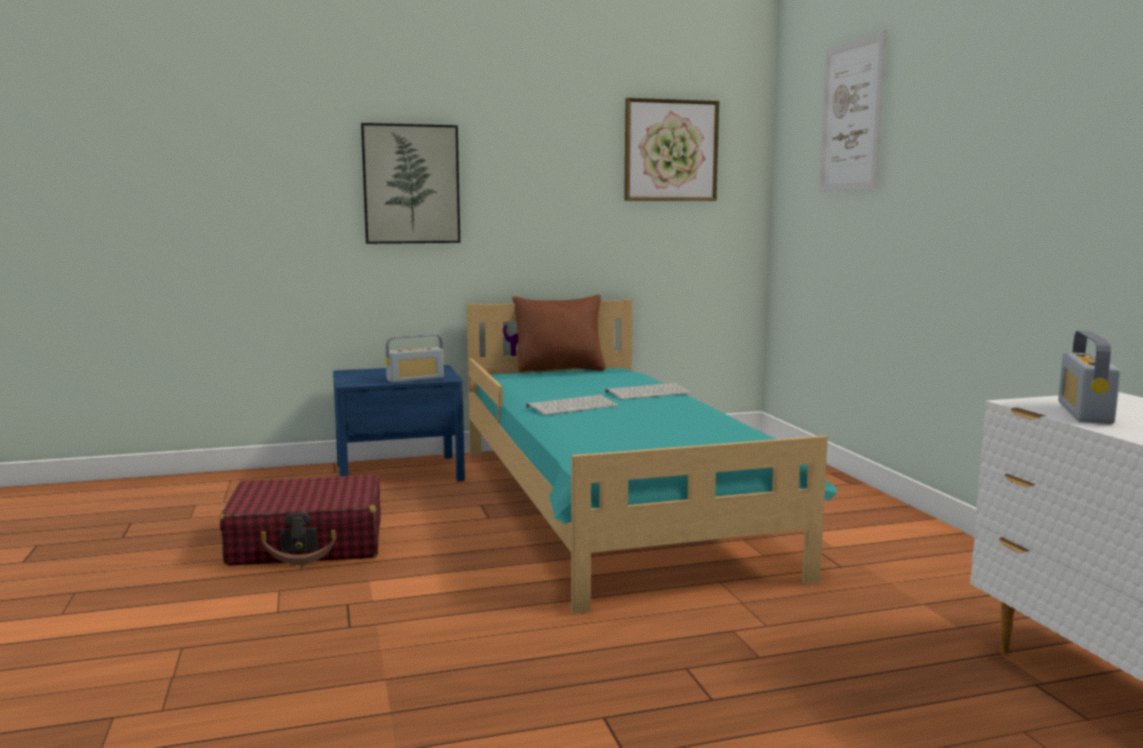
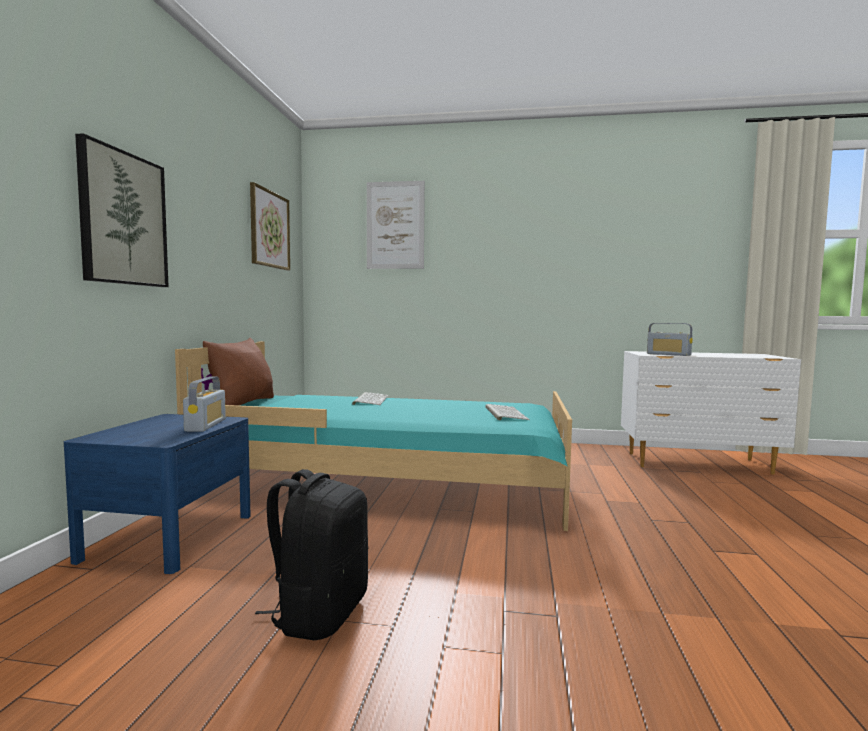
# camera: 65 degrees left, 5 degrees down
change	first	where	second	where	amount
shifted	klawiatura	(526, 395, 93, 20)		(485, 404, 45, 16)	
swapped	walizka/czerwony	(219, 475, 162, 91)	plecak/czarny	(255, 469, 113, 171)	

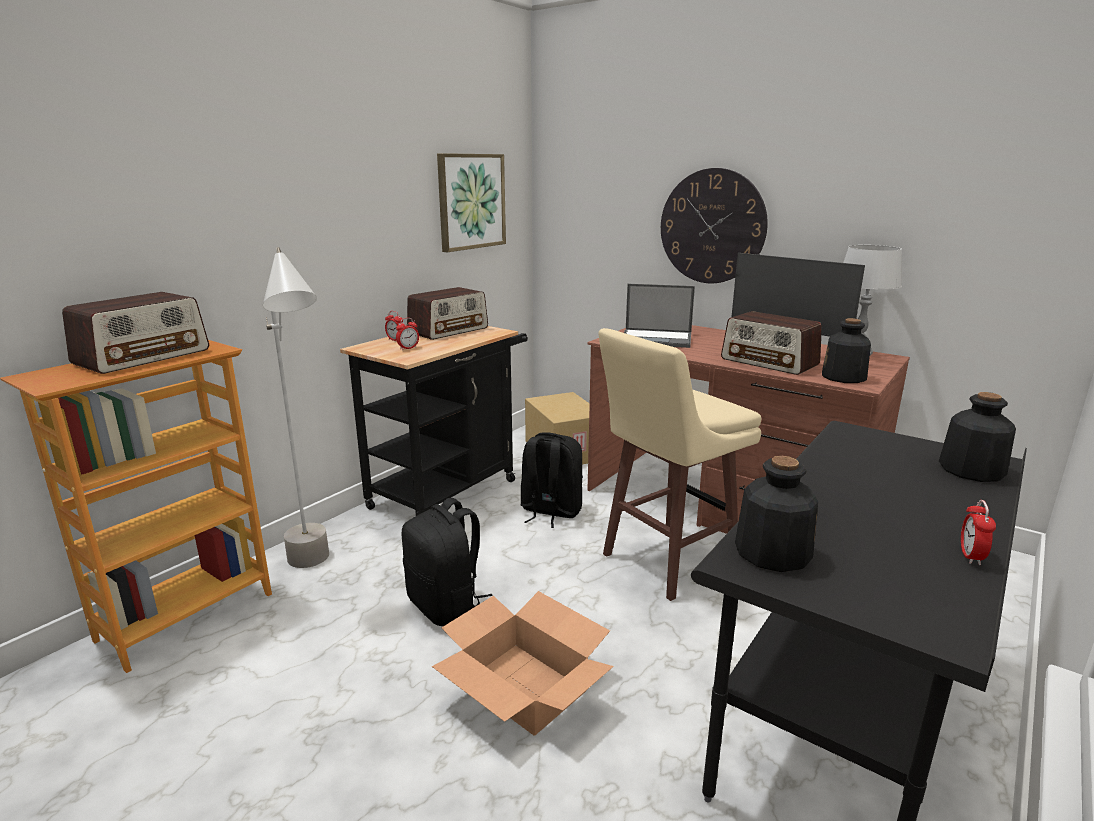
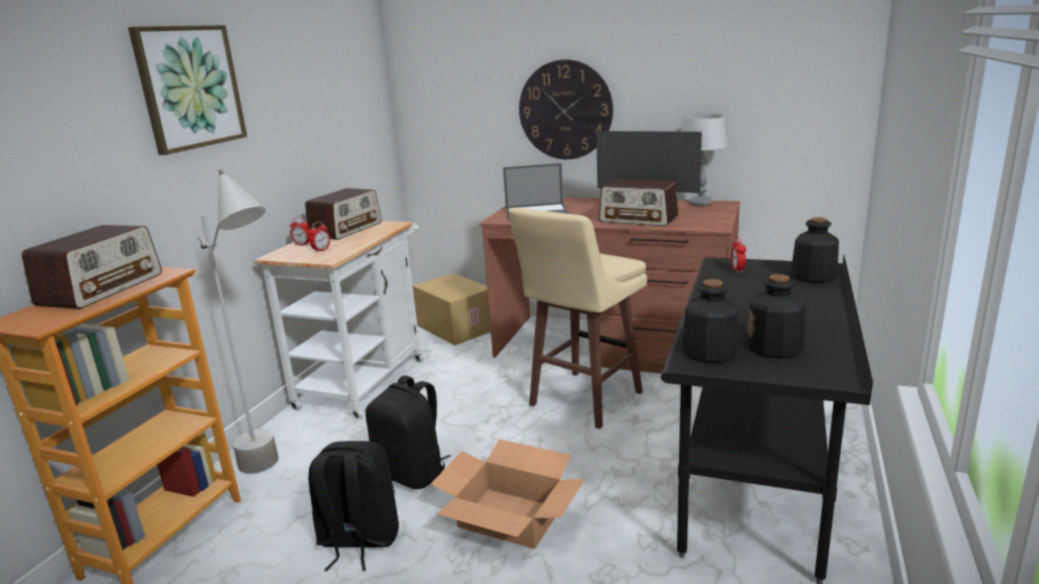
# camera: 15 degrees left, 0 degrees up
change	first	where	second	where	amount
shifted	obraz	(437, 153, 69, 99)		(128, 25, 119, 130)	
shifted	plecak/czarny	(520, 432, 63, 96)		(308, 441, 91, 130)	
shifted	butelka	(822, 318, 49, 65)		(746, 274, 59, 84)	
shifted	budzik	(961, 500, 35, 65)		(731, 237, 15, 36)	
repainted	wózek/czarny	(340, 326, 188, 190)	wózek/biały	(254, 221, 170, 199)	

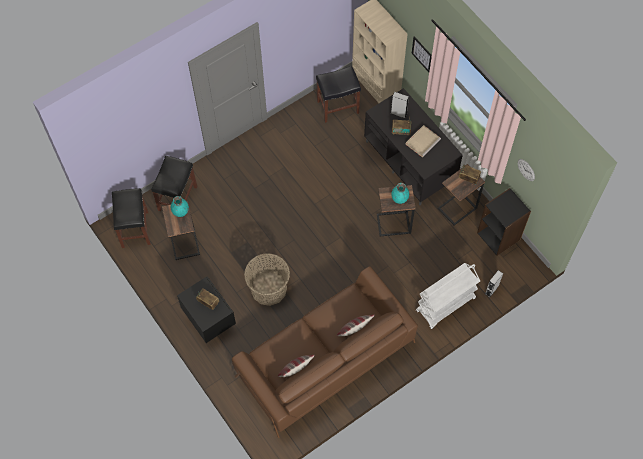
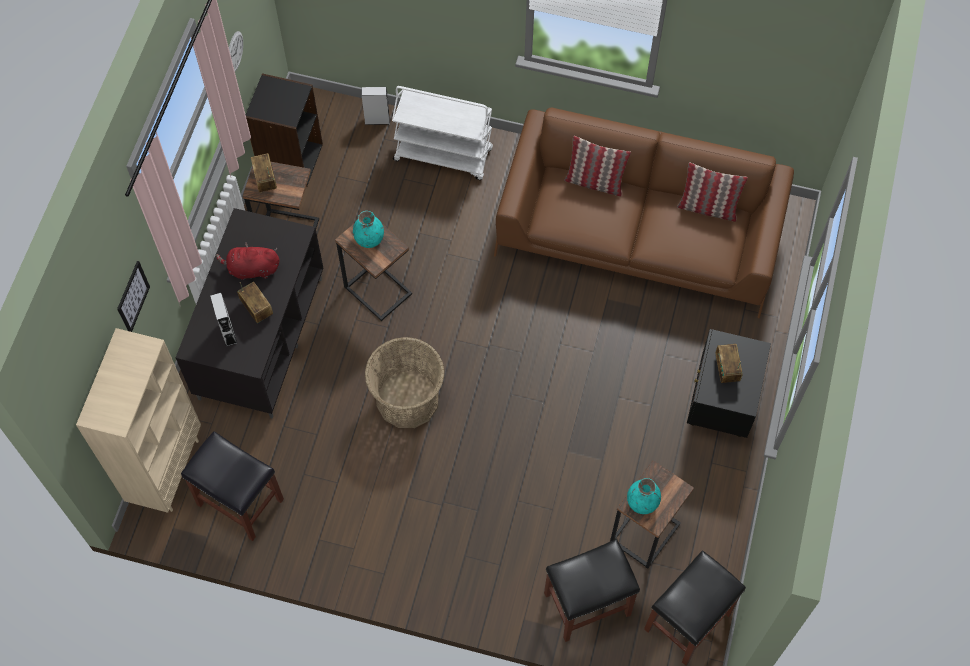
# camera: 130 degrees left, 0 degrees up
change	first	where	second	where	amount
shifted	koszyk	(244, 253, 46, 53)		(365, 337, 80, 91)	
swapped	taca/beżowy	(406, 125, 35, 33)	pluszak/czerwony	(216, 243, 64, 37)	

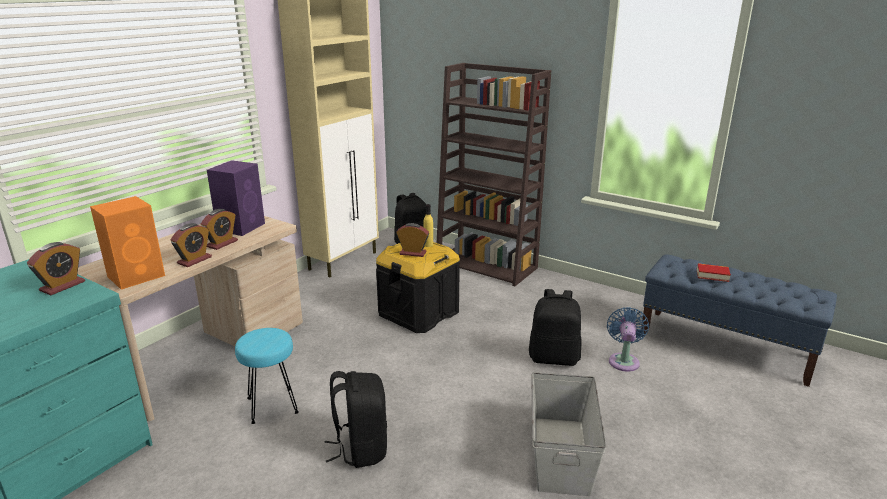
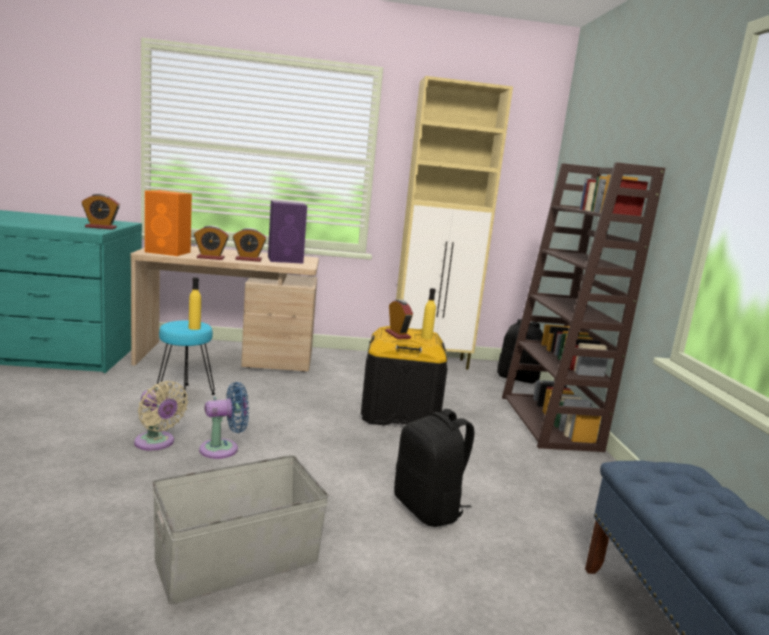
# camera: 50 degrees right, 10 degrees down
change	first	where	second	where	amount
gone	książka	(697, 263, 34, 19)			
new			butelka/żółty	(189, 277, 12, 53)	
shifted	wentylator/niebieski	(607, 307, 42, 65)		(199, 382, 50, 77)	
swapped	plecak/czarny	(325, 371, 62, 97)	wentylator/beżowy	(134, 381, 54, 70)	

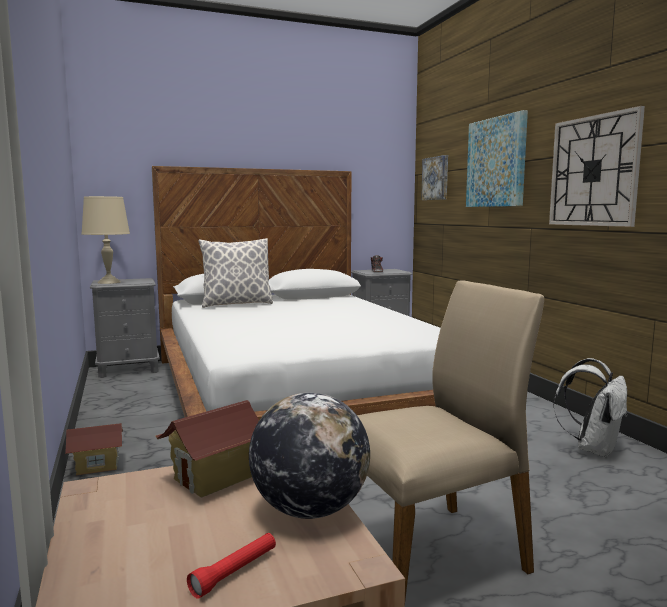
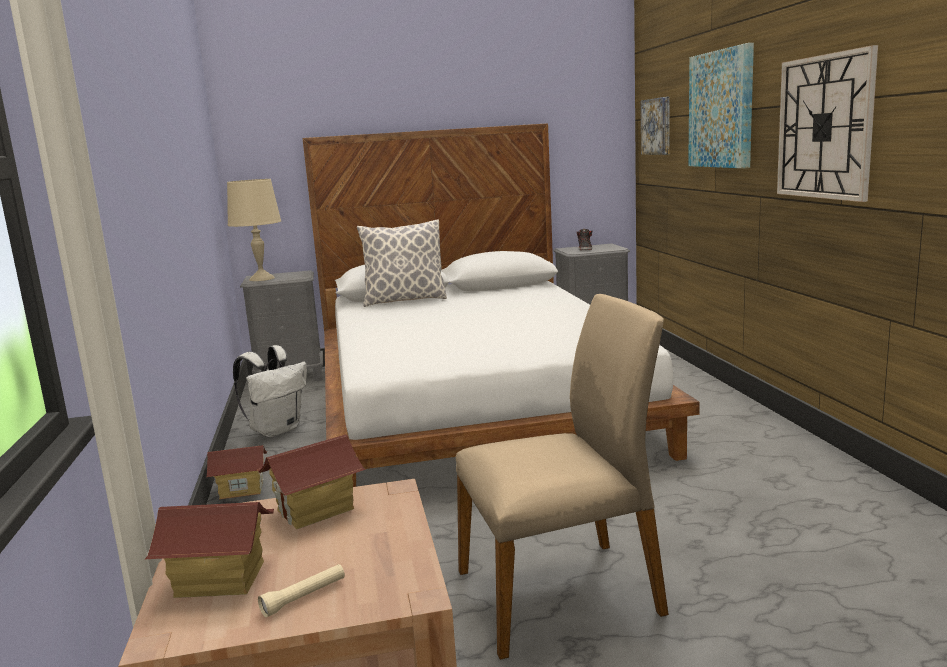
# camera: 10 degrees right, 5 degrees up
change	first	where	second	where	amount
gone	globus	(249, 392, 121, 127)			
new			domek	(145, 502, 129, 96)	
shifted	plecak/biały	(553, 358, 74, 99)		(233, 345, 74, 92)	
repainted	latarka/czerwony	(187, 533, 89, 65)	latarka/beżowy	(258, 564, 87, 53)	

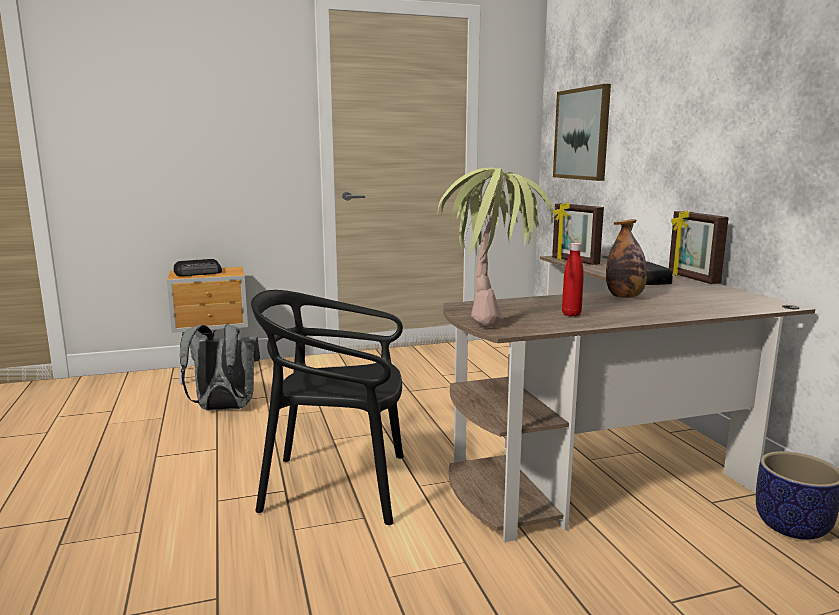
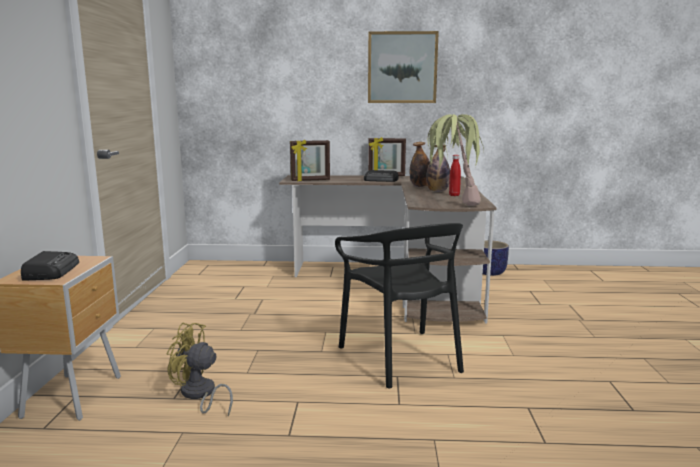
# camera: 70 degrees left, 0 degrees up
change	first	where	second	where	amount
new			butelka	(426, 145, 24, 47)	
shifted	obraz	(553, 84, 58, 97)		(368, 31, 71, 72)	
swapped	plecak/szary	(180, 325, 80, 85)	wentylator/żółty	(167, 323, 66, 93)	
rotated	krzesło/czarny	(251, 290, 153, 235)		(335, 223, 129, 166)	45 degrees counterclockwise

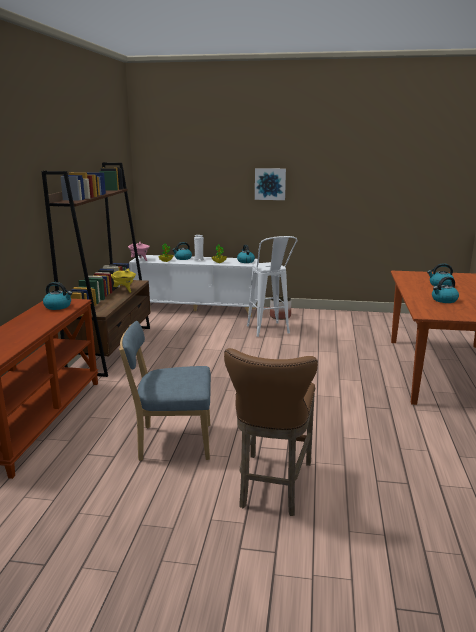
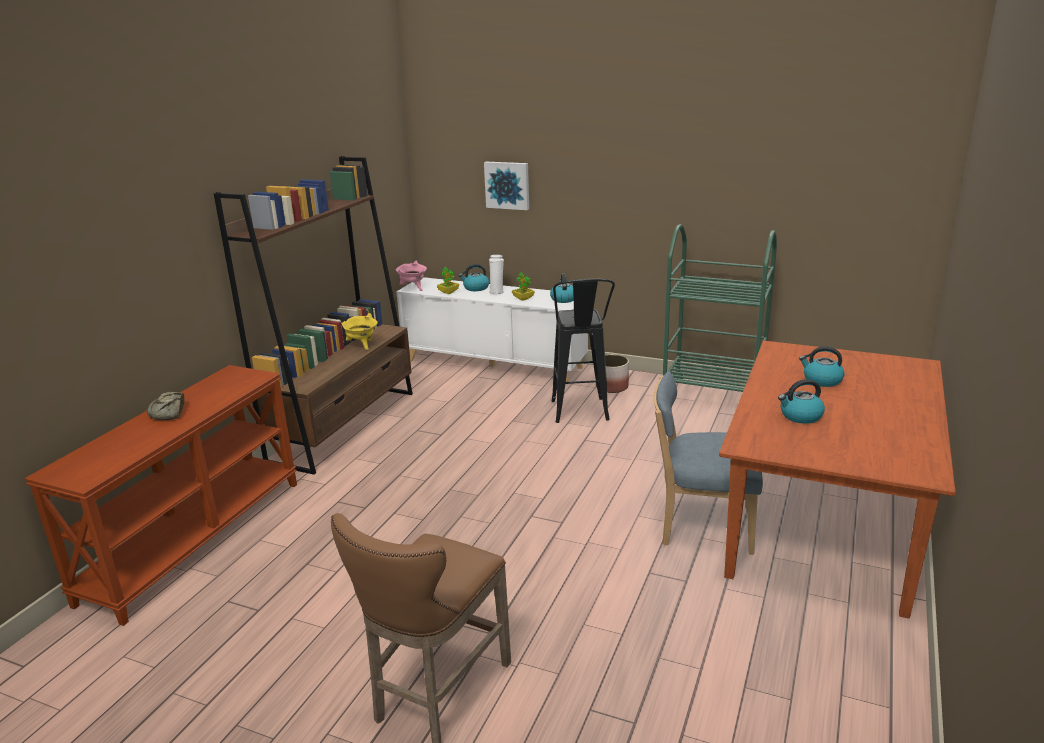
# camera: 15 degrees right, 5 degrees up
change	first	where	second	where	amount
gone	czajnik	(43, 282, 29, 28)			
new			chleb	(147, 392, 38, 28)	
new			wózek/zielony	(663, 224, 114, 168)	
shifted	krzesło/niebieski	(119, 321, 92, 140)		(654, 371, 109, 184)	
shifted	obraz	(255, 168, 31, 32)		(484, 162, 45, 48)	
repainted	stołek/biały	(247, 236, 50, 101)	stołek/czarny	(552, 279, 63, 144)	

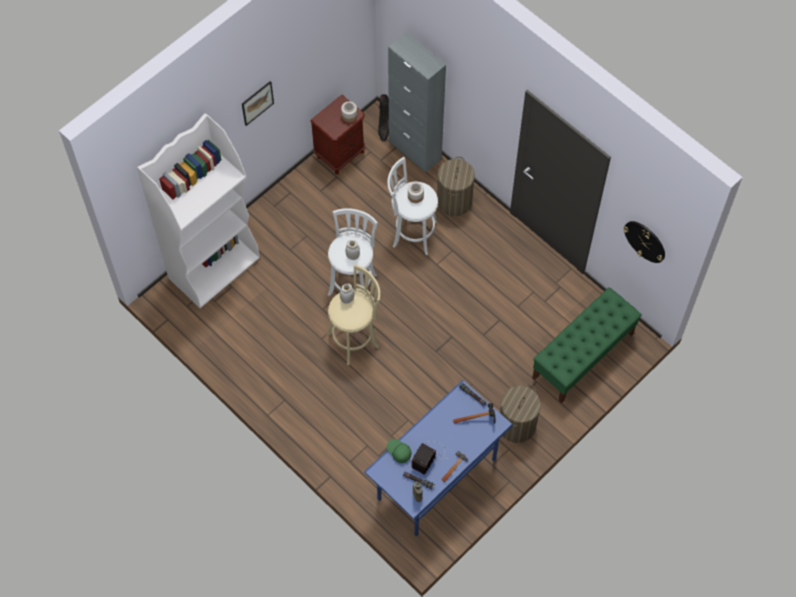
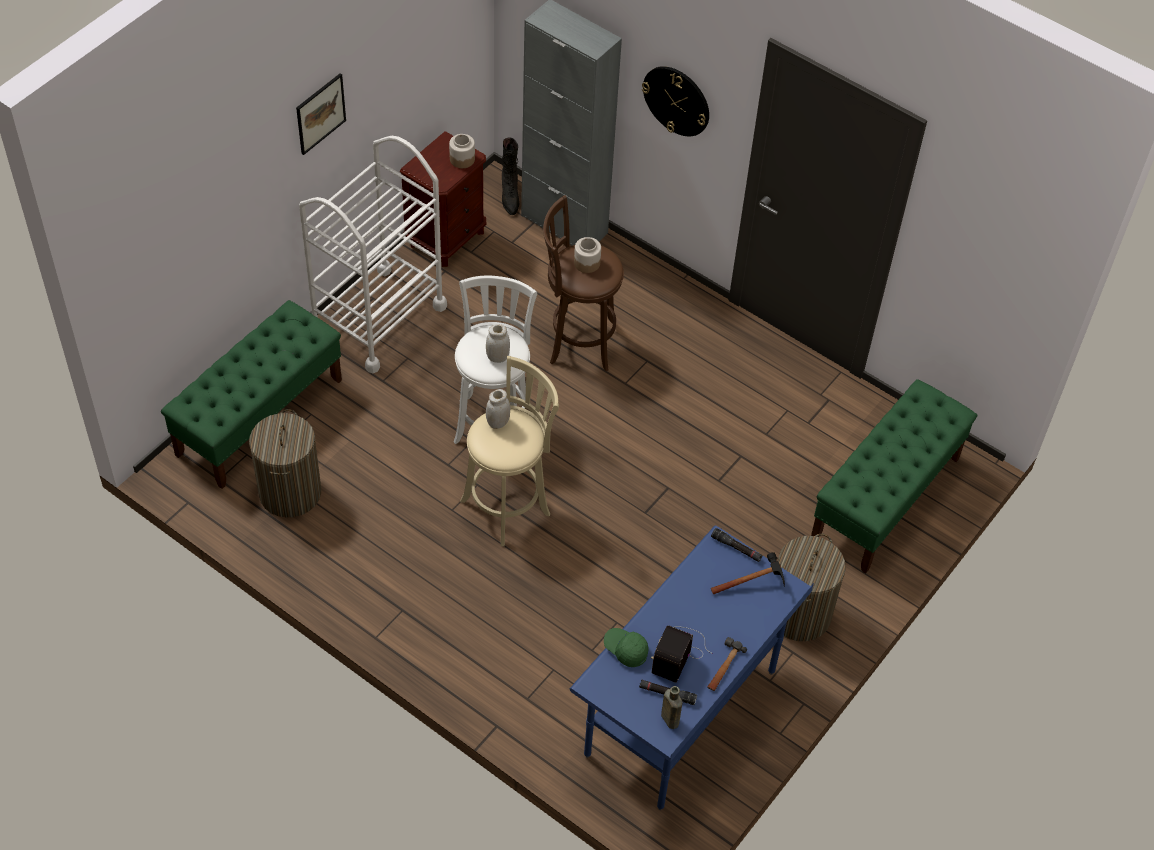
# camera: 10 degrees left, 10 degrees down
change	first	where	second	where	amount
new			wózek/biały	(299, 136, 148, 238)	
shifted	kosz na pranie	(437, 157, 38, 59)		(249, 409, 72, 109)	
shifted	zegar ścienny	(623, 221, 42, 42)		(642, 66, 67, 70)	
swapped	regał/biały	(137, 113, 123, 195)	ławka/zielony	(161, 300, 181, 189)	
repainted	stołek/biały	(387, 157, 51, 98)	stołek/brązowy	(543, 195, 81, 176)	

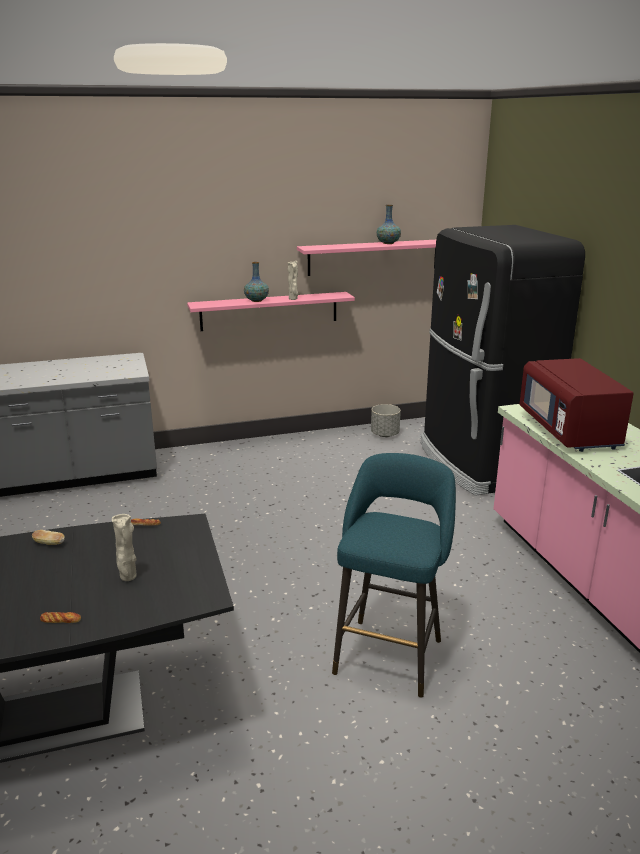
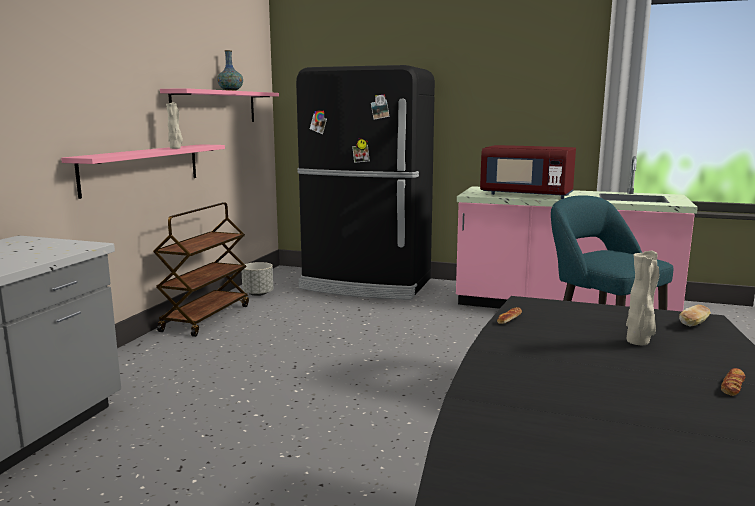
# camera: 55 degrees left, 10 degrees down
change	first	where	second	where	amount
gone	wazon	(244, 262, 25, 40)			
new			wózek/brązowy	(153, 202, 96, 135)	
shifted	chleb	(32, 530, 32, 15)		(679, 305, 32, 22)	

